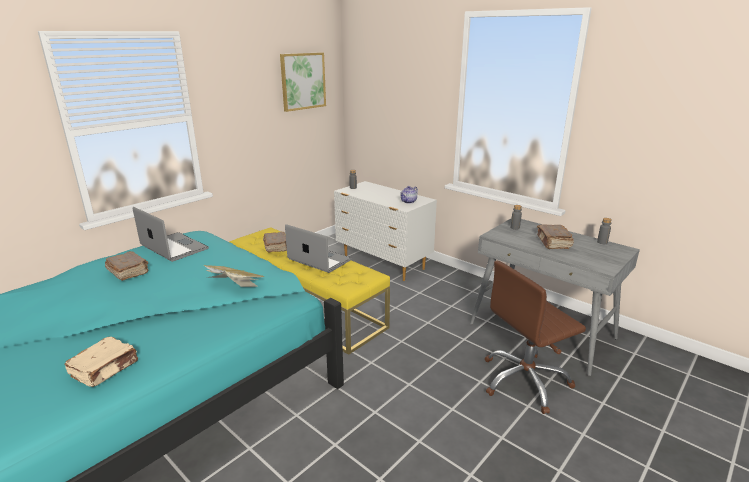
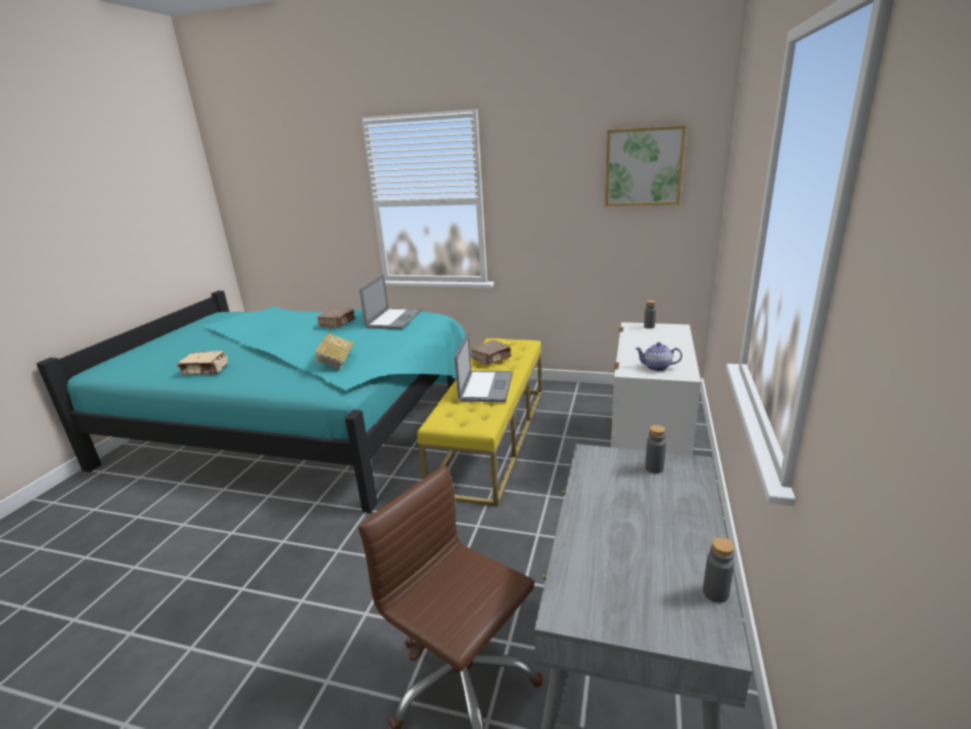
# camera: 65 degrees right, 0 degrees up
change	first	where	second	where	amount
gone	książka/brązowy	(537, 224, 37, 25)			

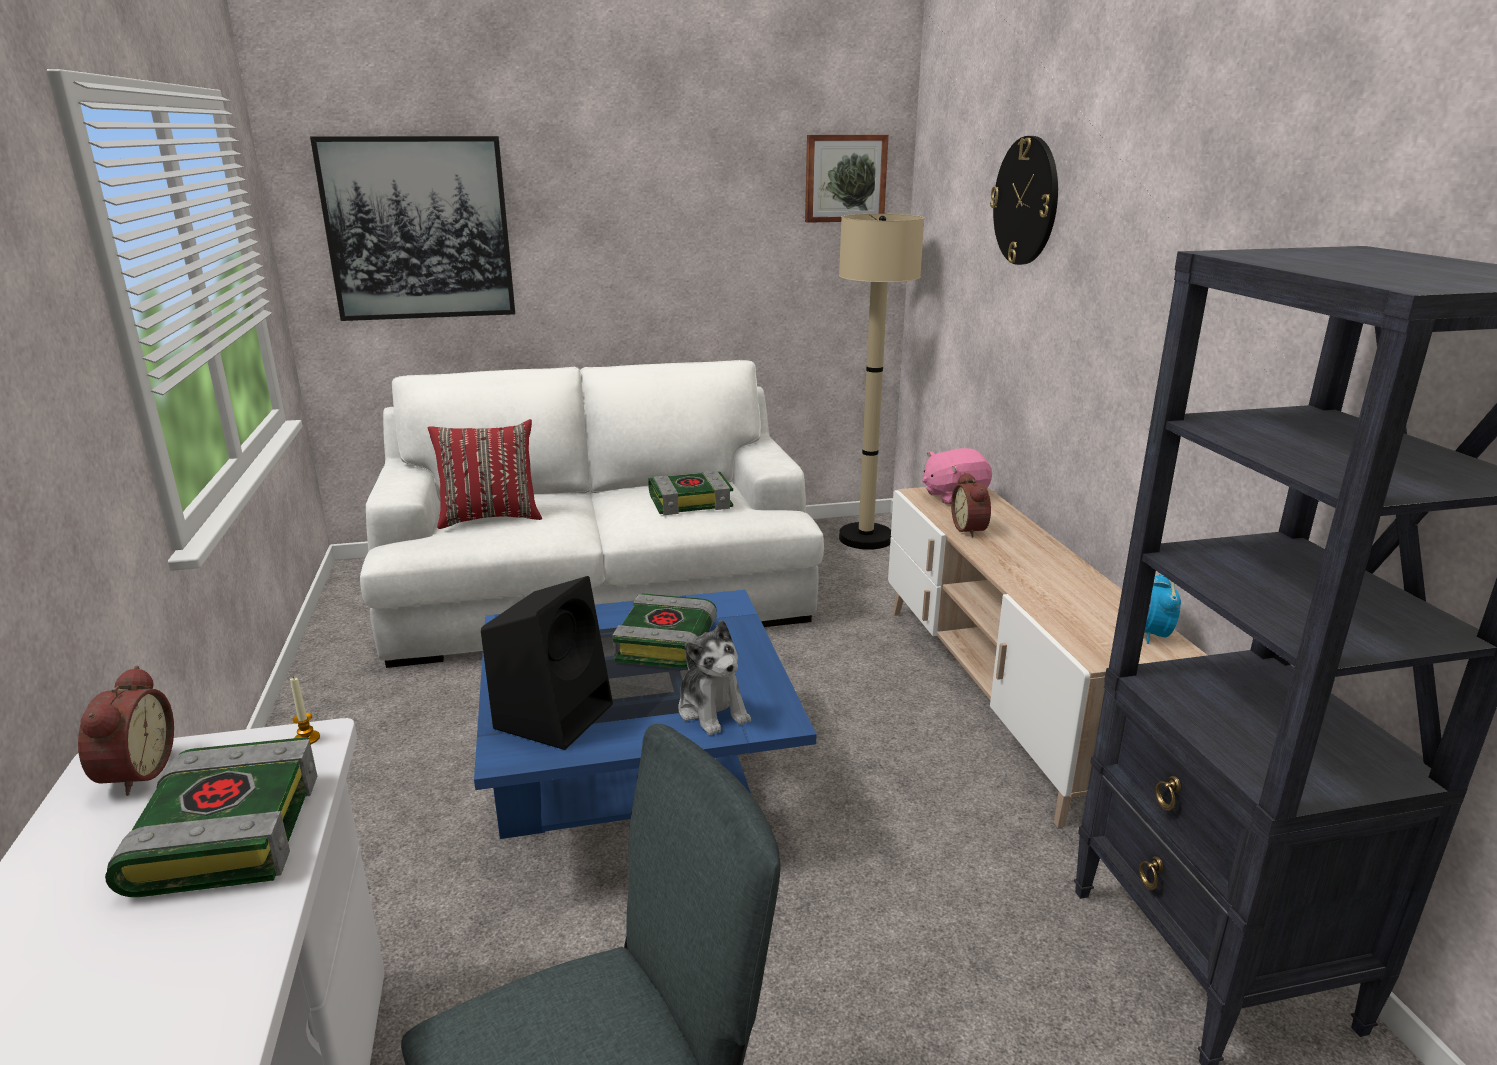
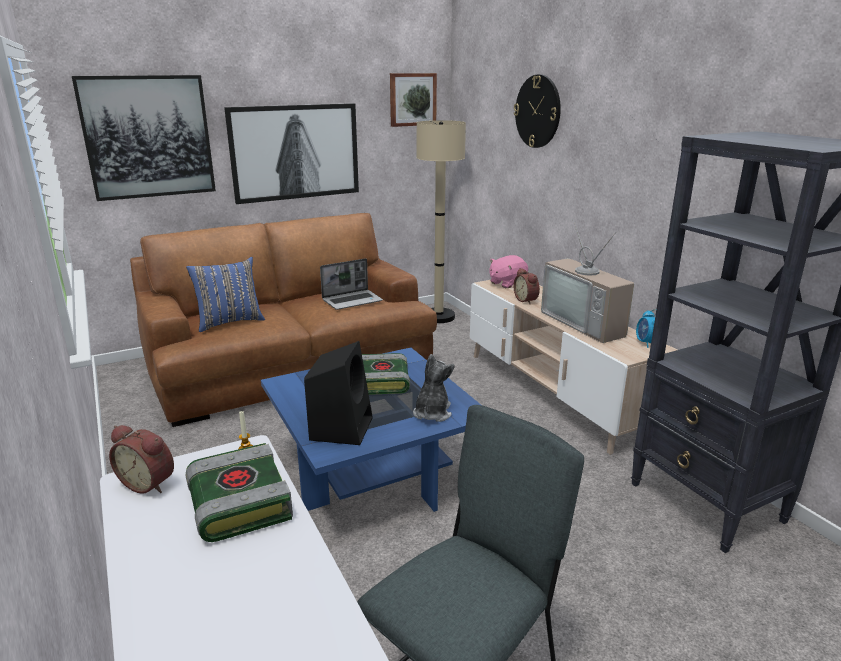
# camera: 15 degrees left, 0 degrees up
change	first	where	second	where	amount
new			obraz	(224, 103, 135, 101)	
new			telewizor	(541, 219, 93, 124)	
swapped	książka	(648, 471, 85, 44)	laptop	(320, 258, 63, 52)	
repainted	kanapa/biały	(360, 360, 464, 308)	kanapa/brązowy	(130, 213, 307, 214)	
repainted	poduszka/czerwony	(428, 419, 114, 110)	poduszka/niebieski	(186, 257, 79, 75)	
rotated	budzik	(78, 666, 96, 130)		(109, 425, 65, 69)	135 degrees clockwise
rotated	pluszak	(678, 620, 73, 115)		(413, 354, 42, 68)	120 degrees counterclockwise

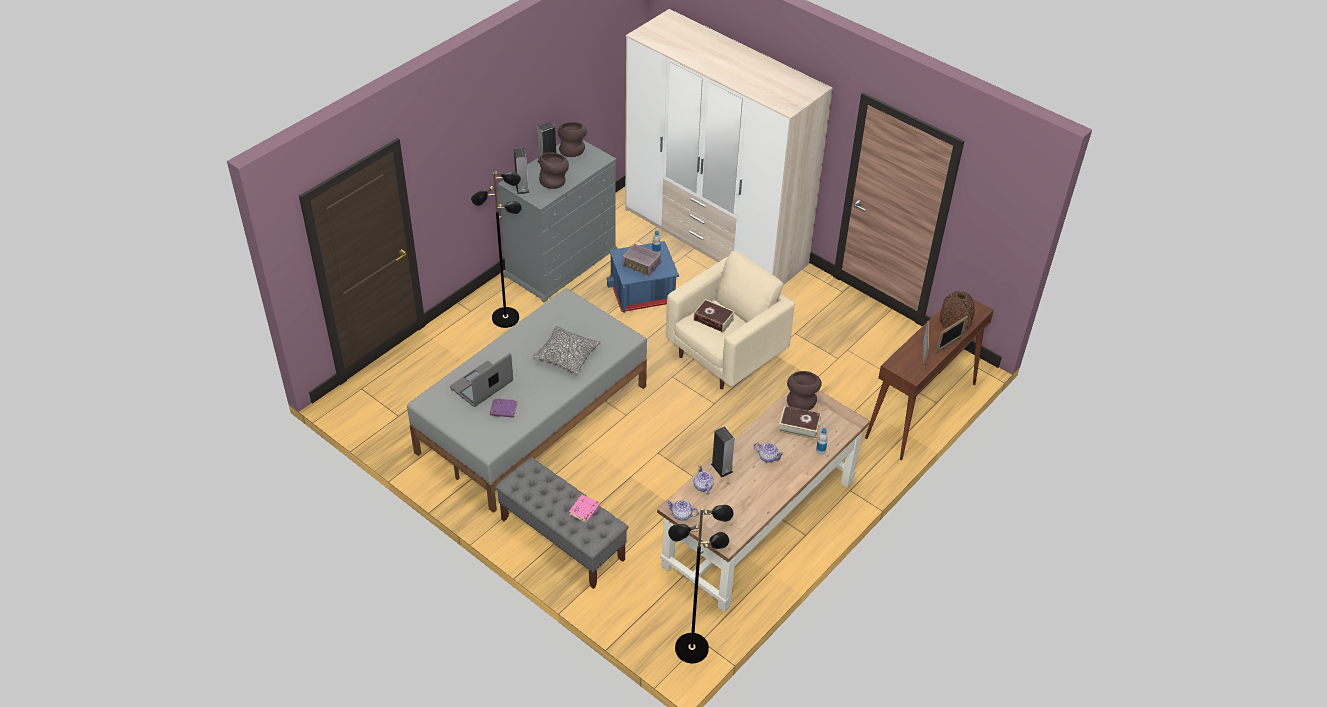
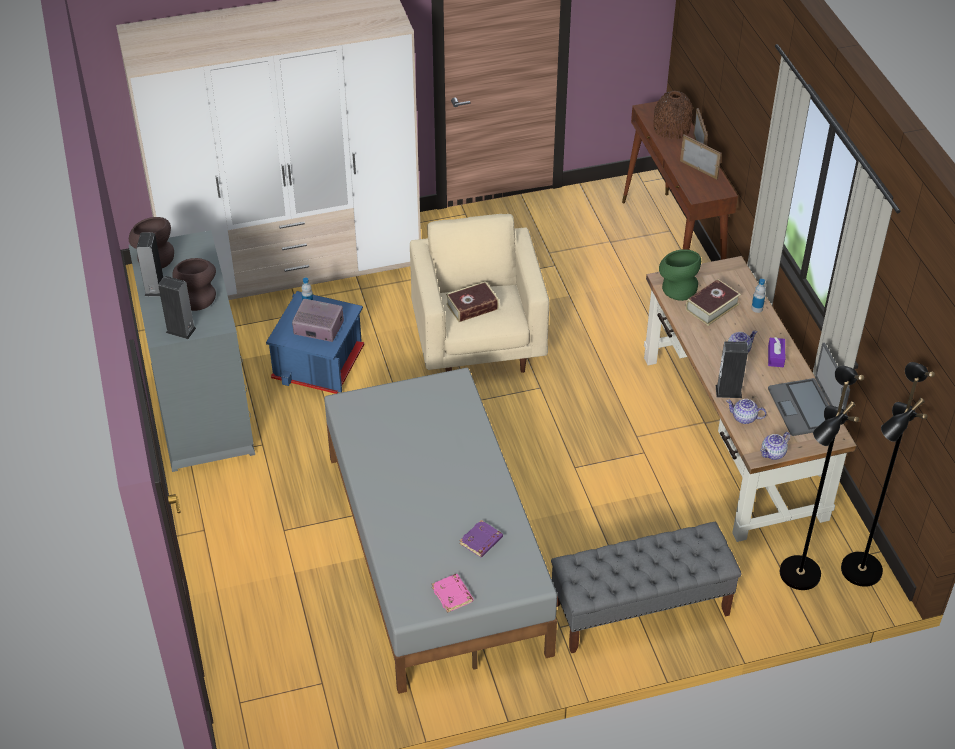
# camera: 55 degrees left, 0 degrees up
change	first	where	second	where	amount
gone	poduszka	(533, 326, 67, 47)			
new			pudełko chusteczek/fioletowy	(768, 337, 17, 30)	
shifted	laptop	(450, 353, 63, 54)		(768, 343, 82, 93)	
shifted	lampa stojąca/czarny	(471, 171, 51, 157)		(780, 365, 84, 225)	
shifted	książka/różowy	(569, 494, 31, 28)		(432, 574, 42, 39)	
repainted	wazon/brązowy	(787, 371, 35, 39)	wazon/zielony	(659, 249, 42, 52)	
rotated	radio	(622, 244, 39, 32)		(292, 299, 52, 43)	135 degrees counterclockwise

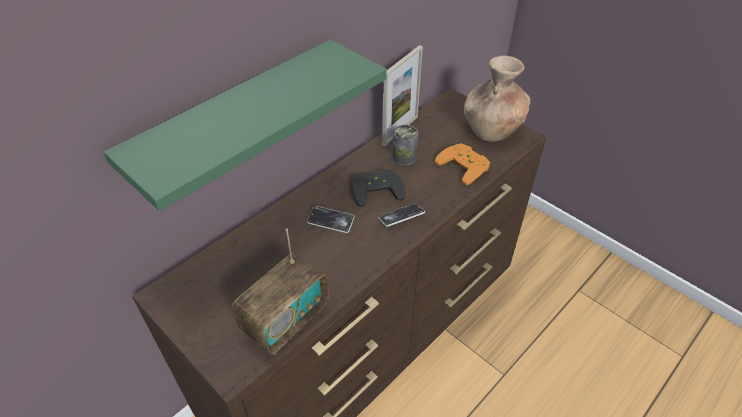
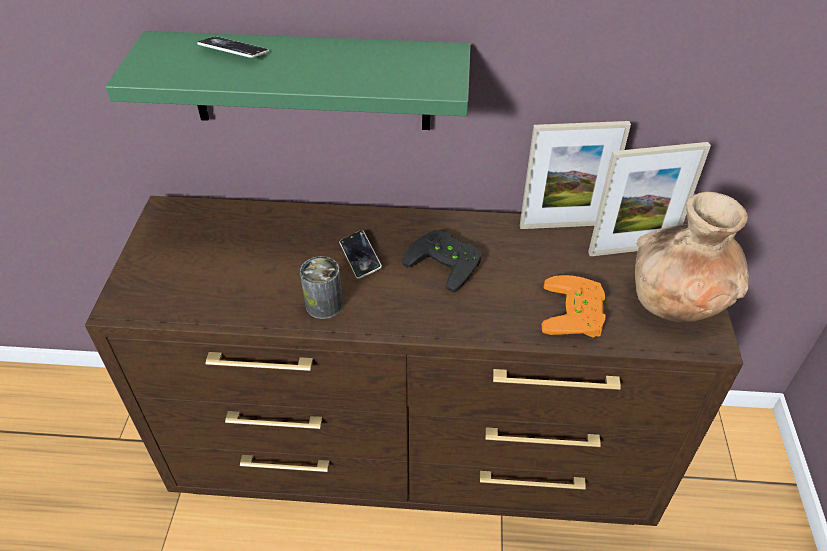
# camera: 50 degrees right, 0 degrees up
change	first	where	second	where	amount
gone	radio	(232, 229, 97, 126)			
new			ramka na zdjęcie	(588, 142, 123, 114)	
shifted	telefon	(378, 203, 47, 24)		(197, 36, 72, 22)	
shifted	puszka	(392, 125, 26, 41)		(300, 256, 43, 63)	

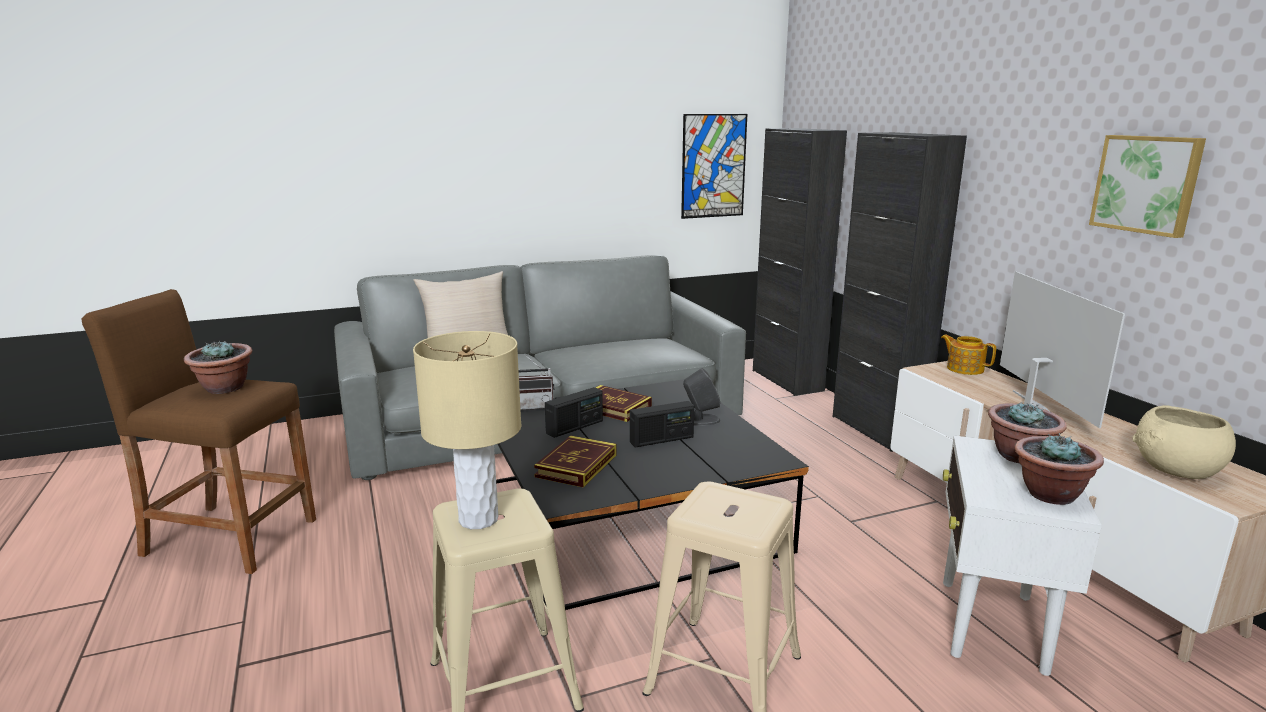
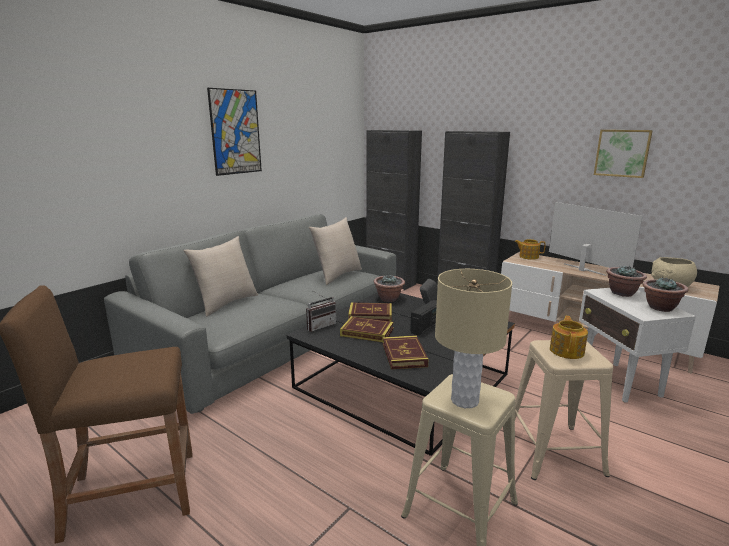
# camera: 30 degrees left, 0 degrees up
change	first	where	second	where	amount
new			poduszka/beżowy	(309, 217, 53, 68)	
new			imbryk	(550, 316, 38, 43)	
shifted	roślina doniczkowa	(184, 341, 69, 53)		(374, 274, 31, 28)	
shifted	obraz	(681, 114, 66, 105)		(207, 88, 55, 88)	
swapped	radio	(545, 387, 58, 51)	książka	(340, 316, 54, 27)	

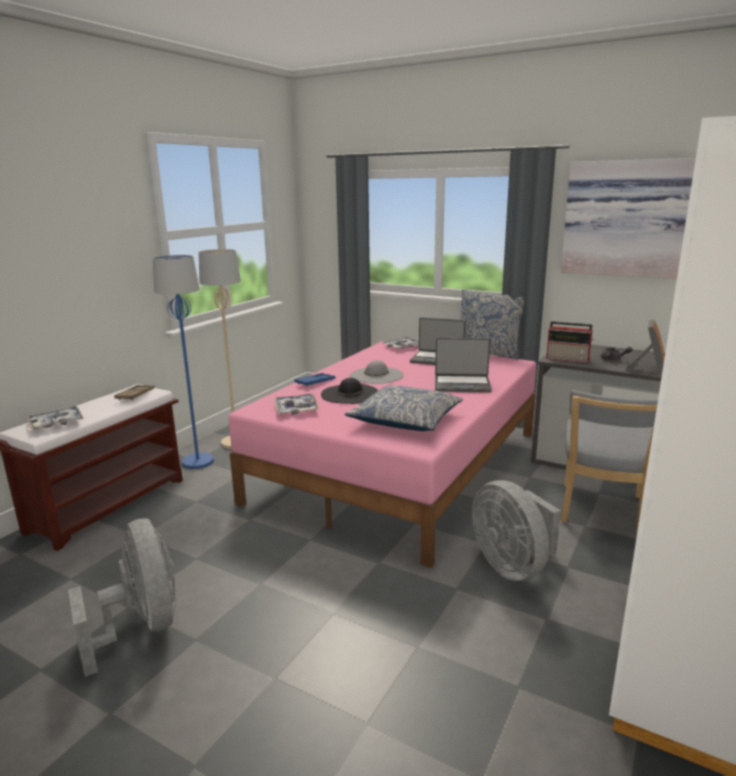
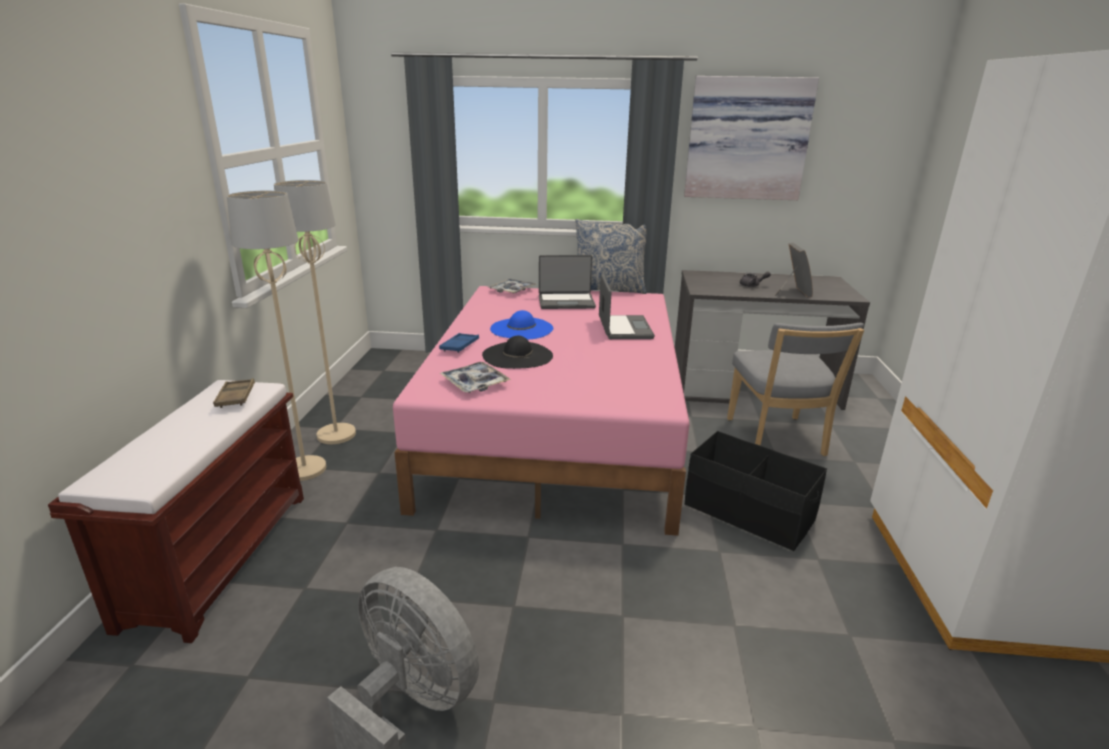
# camera: 25 degrees left, 5 degrees up
change	first	where	second	where	amount
gone	taca	(28, 406, 55, 24)			
gone	poduszka	(345, 385, 118, 46)			
gone	radio	(546, 321, 48, 42)			
swapped	wentylator/szary	(472, 480, 89, 101)	pojemnik do przechowywania/czarny	(685, 431, 142, 120)	
repainted	lampa stojąca/niebieski	(153, 255, 61, 214)	lampa stojąca/beżowy	(227, 191, 99, 290)	
repainted	kapelusz/szary	(350, 360, 54, 24)	kapelusz/niebieski	(490, 310, 63, 30)	
rotated	laptop	(435, 338, 57, 55)		(599, 274, 56, 65)	75 degrees counterclockwise

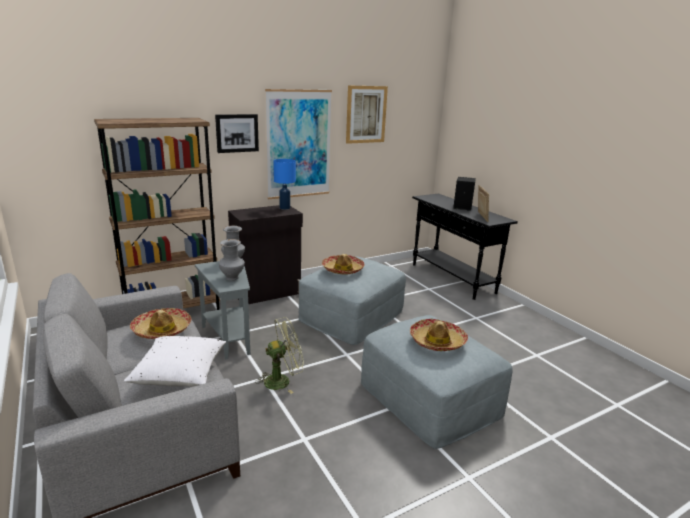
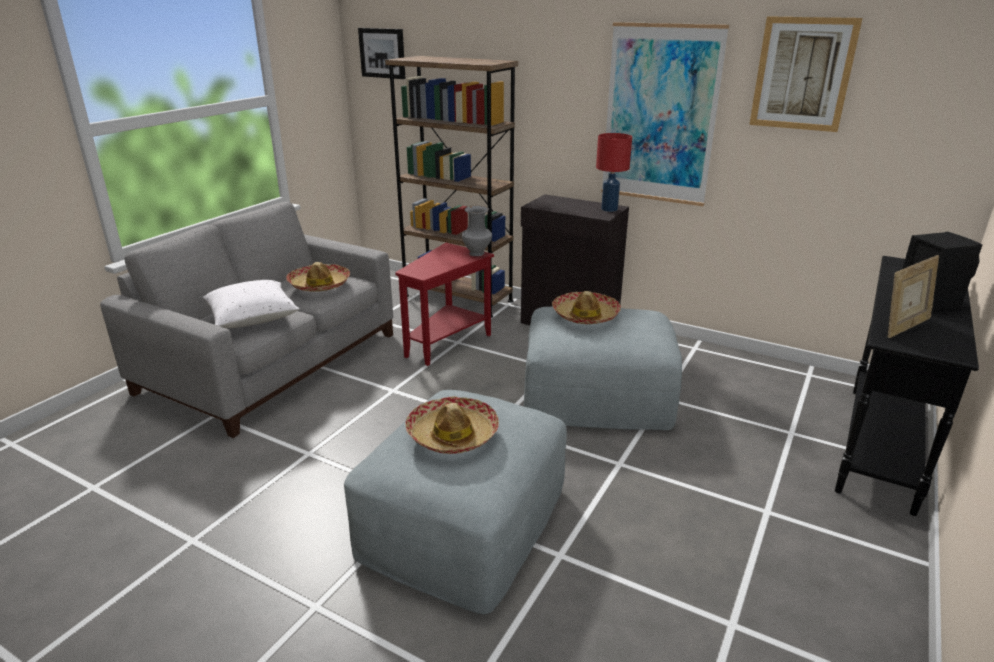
# camera: 60 degrees right, 5 degrees up
change	first	where	second	where	amount
gone	wazon/szary	(219, 239, 26, 42)			
gone	wentylator/zielony	(255, 317, 49, 77)			
shifted	obraz	(215, 114, 44, 39)		(358, 28, 47, 51)	
repainted	stolik/szary	(195, 261, 55, 99)	stolik/czerwony	(395, 243, 99, 123)	
repainted	lampa stołowa/niebieski	(273, 159, 23, 51)	lampa stołowa/czerwony	(596, 133, 36, 79)	

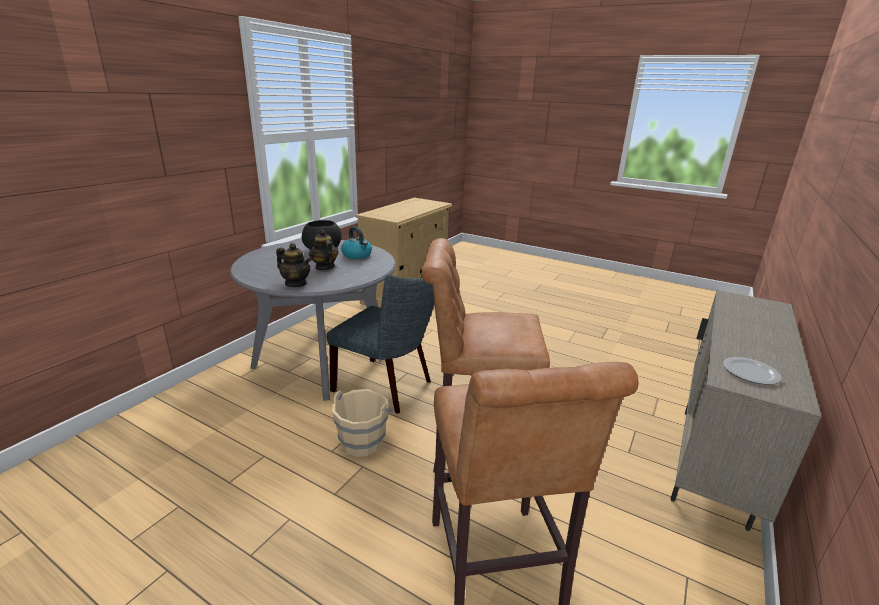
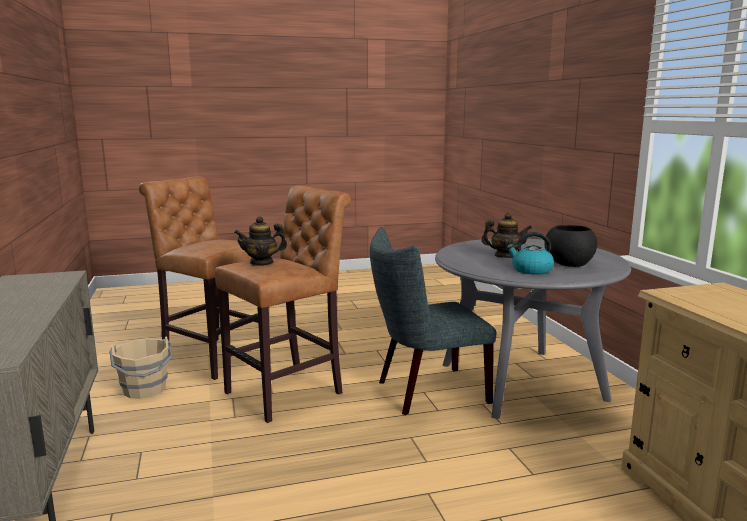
# camera: 135 degrees right, 10 degrees down
change	first	where	second	where	amount
gone	talerz	(724, 357, 58, 28)			
shifted	imbryk	(276, 243, 35, 44)		(234, 216, 53, 50)	
shifted	wiadro/beżowy	(332, 389, 62, 68)		(109, 336, 63, 63)	

